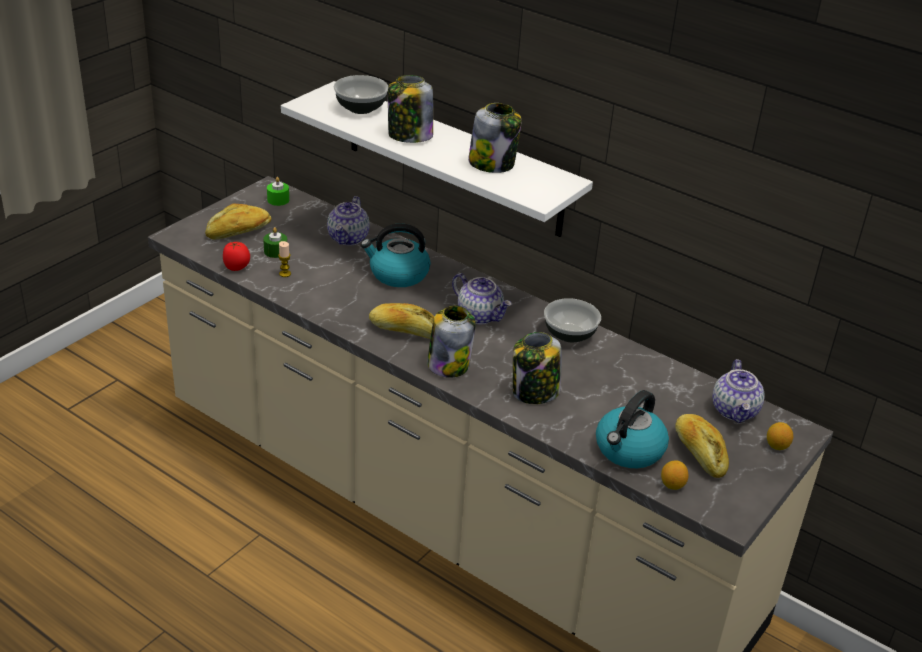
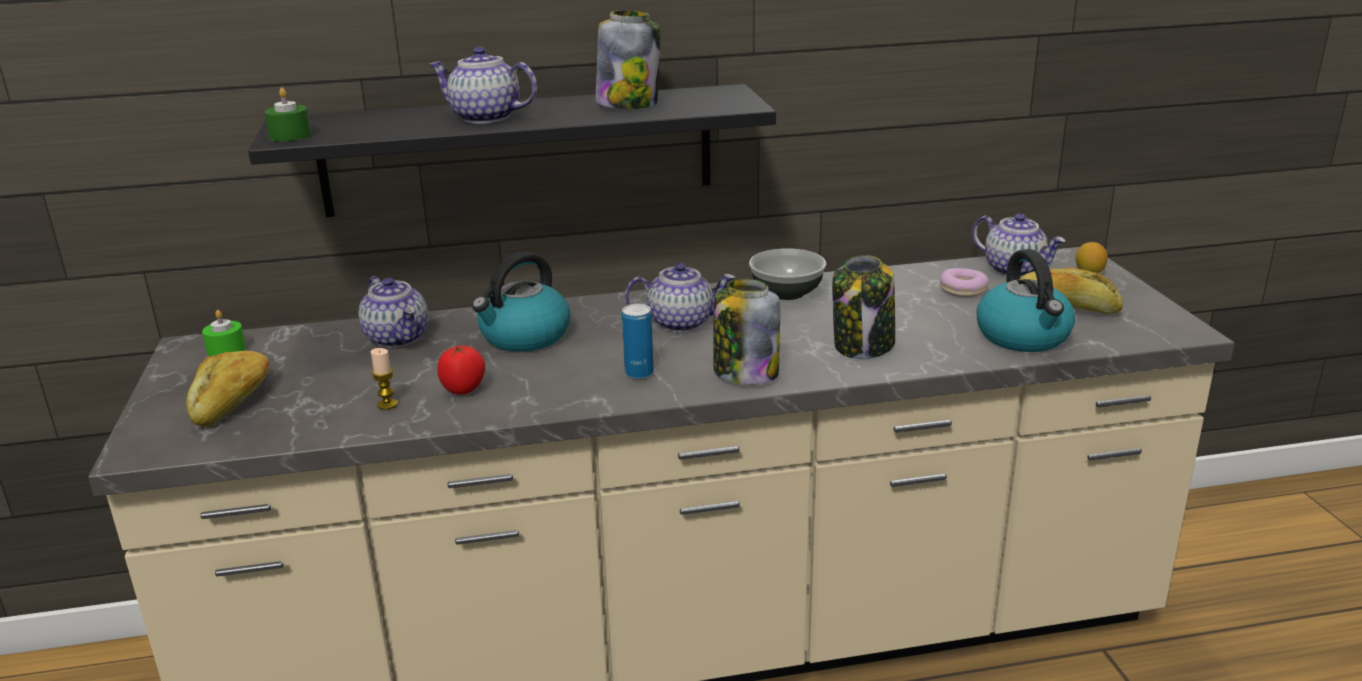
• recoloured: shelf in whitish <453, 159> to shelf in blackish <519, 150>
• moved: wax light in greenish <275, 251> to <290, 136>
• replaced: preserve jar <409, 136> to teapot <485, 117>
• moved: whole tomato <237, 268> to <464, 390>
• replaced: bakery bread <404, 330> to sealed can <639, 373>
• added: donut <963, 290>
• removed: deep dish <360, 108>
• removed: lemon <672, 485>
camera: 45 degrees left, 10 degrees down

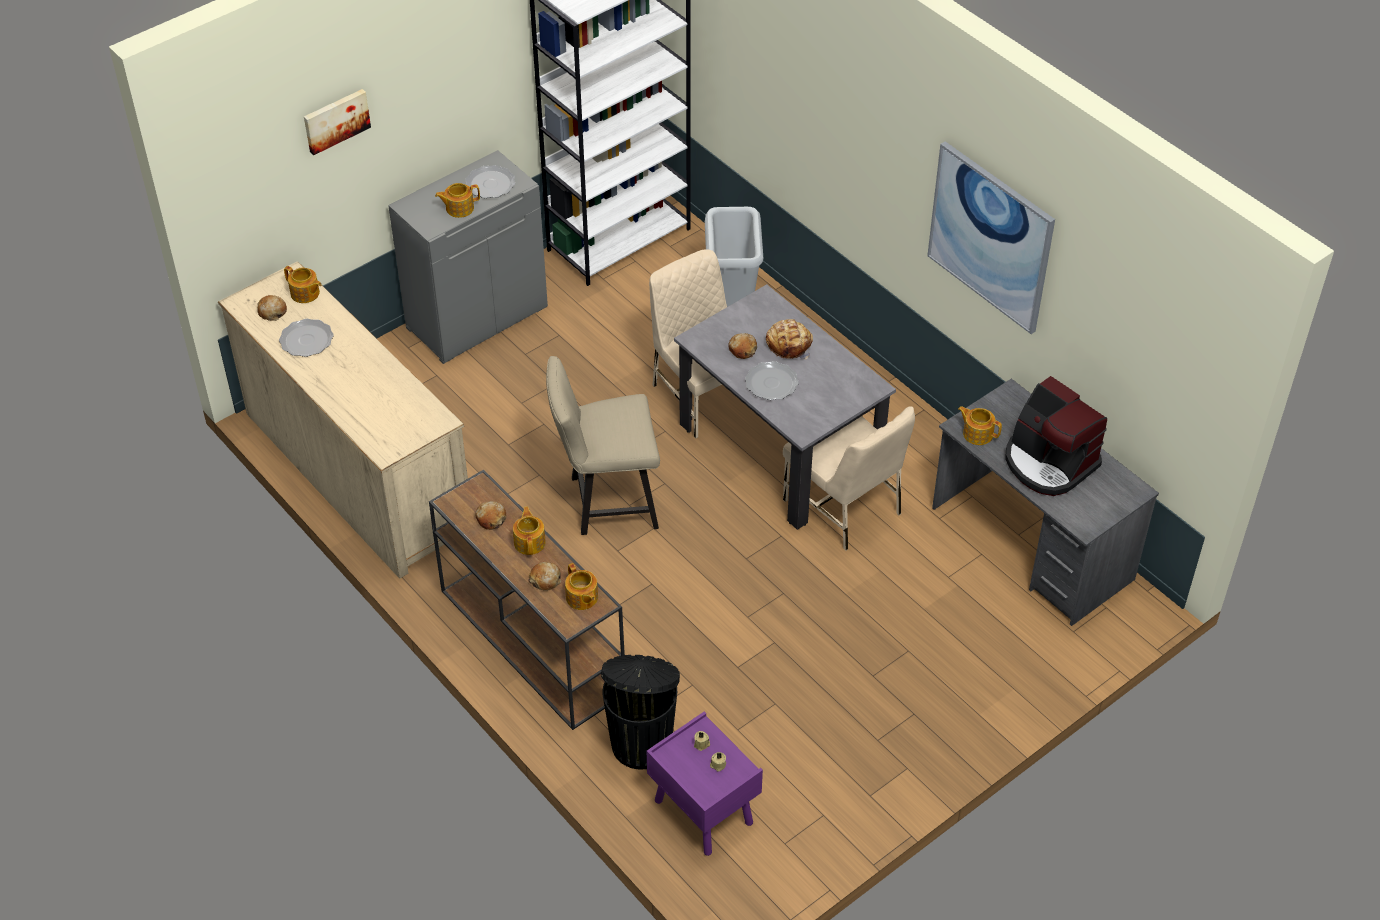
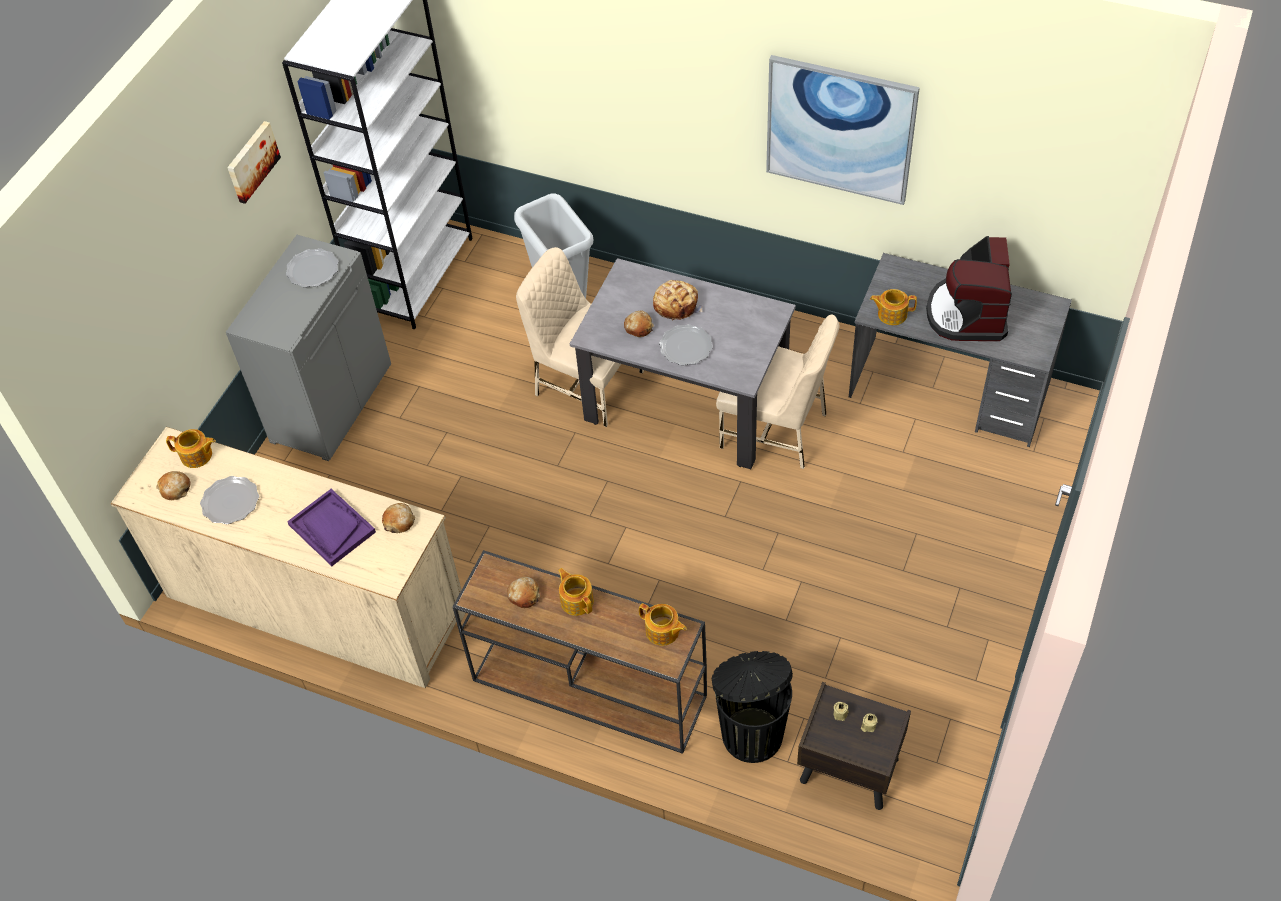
• moved: picture <336, 120> to <251, 161>
• added: serving tray in purple-coloured <331, 528>
• moved: bakery bread <545, 579> to <399, 521>
• recoloured: night table in purple-coloured <702, 811> to night table in brownish <847, 770>
• turned: coffee maker <1049, 462> = <967, 313> 75 degrees clockwise
• removed: teapot <459, 208>
• removed: plain chair in sand-coloured <606, 502>
camera: 25 degrees left, 5 degrees up

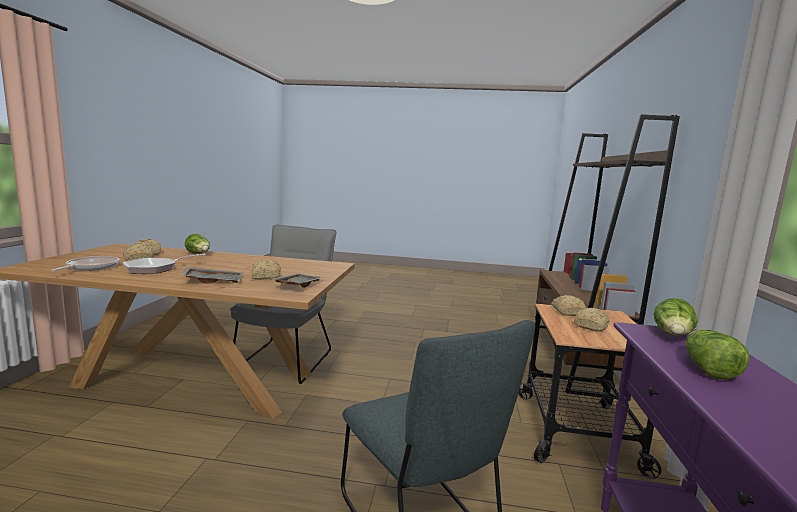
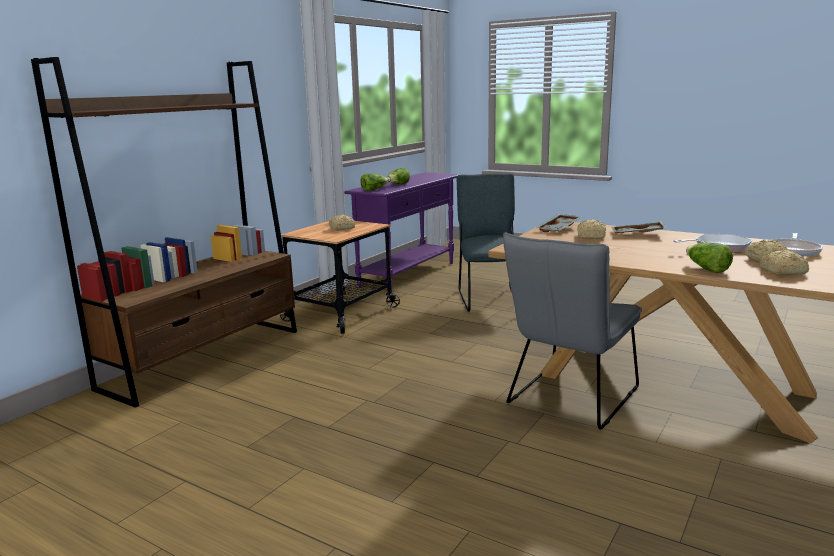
• removed: bakery bread <568, 312>
camera: 155 degrees left, 5 degrees up

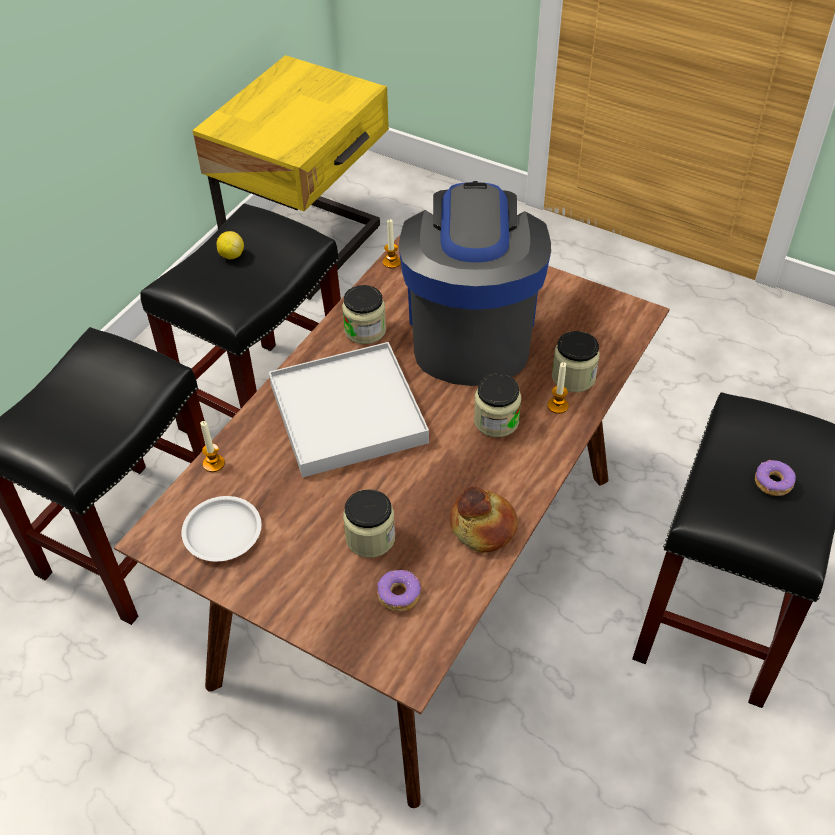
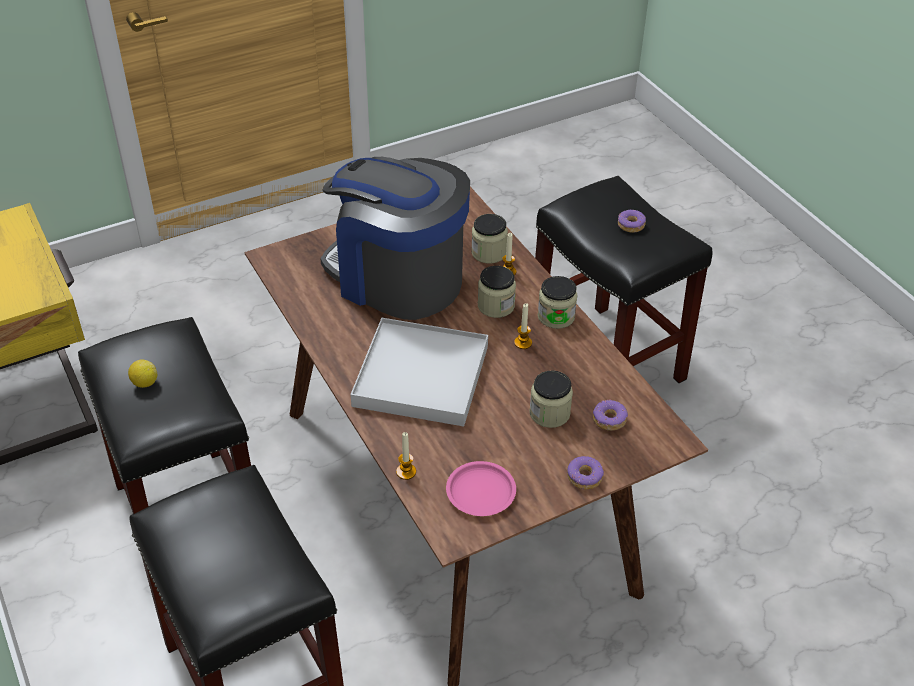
• recoloured: plate in whitish <223, 532> to plate in pink <481, 492>
• moved: wax light <391, 262> to <523, 343>
• moved: preserve jar <365, 330> to <556, 316>
• added: donut <585, 477>
• removed: bakery bread <483, 526>
camera: 60 degrees left, 5 degrees down

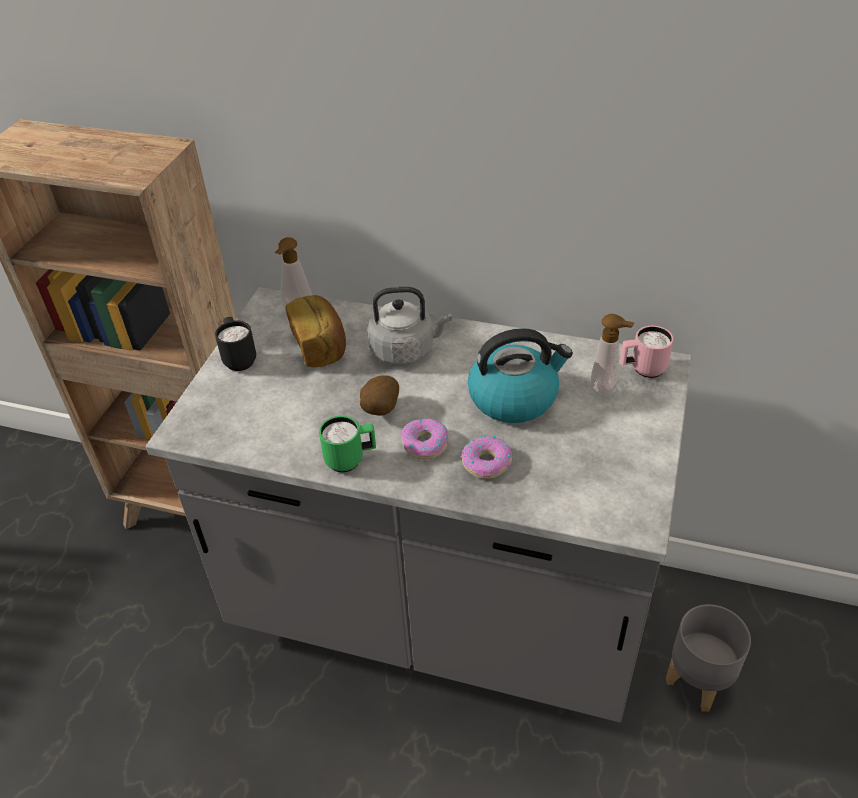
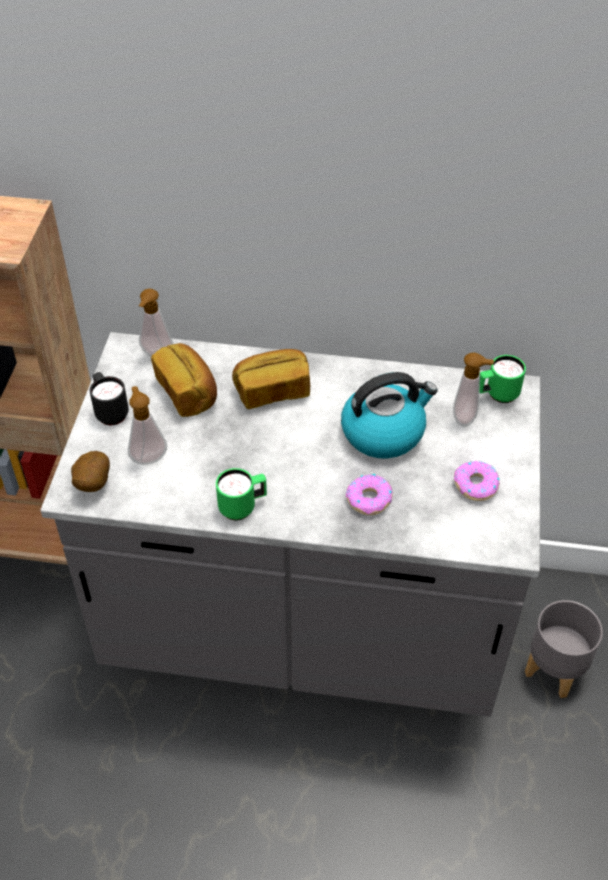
• moved: spud <379, 410> to <92, 485>
• added: soap dispenser <148, 456>
• replaced: kettle in greyish <406, 350> to bakery bread <272, 391>
• moved: donut <425, 444> to <475, 485>
• recoloured: mug in pink <642, 369> to mug in greenish <497, 395>
camera: 10 degrees left, 5 degrees up

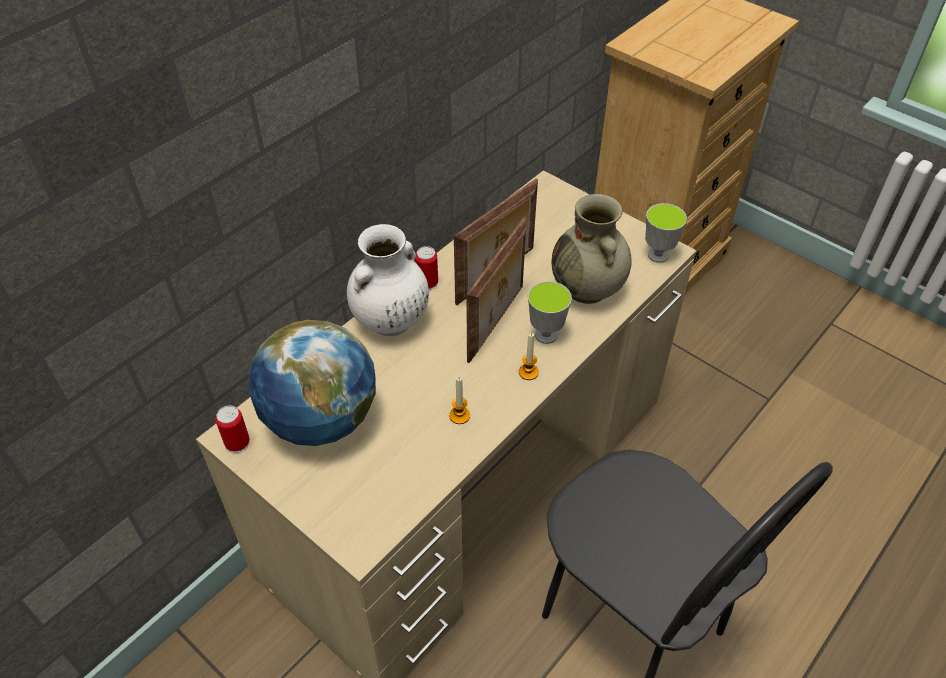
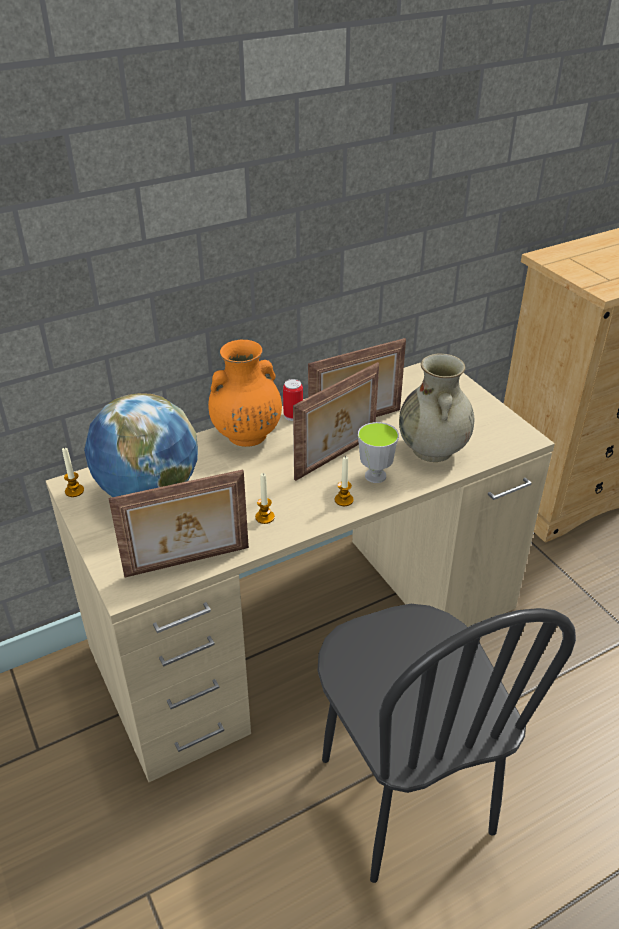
• replaced: sealed can <237, 443> to wax light <74, 491>
• added: photo frame <188, 563>
• recoloured: decorative vase in whitish <390, 321> to decorative vase in orangey <246, 435>
• removed: small cup <658, 255>
camera: 20 degrees right, 10 degrees down

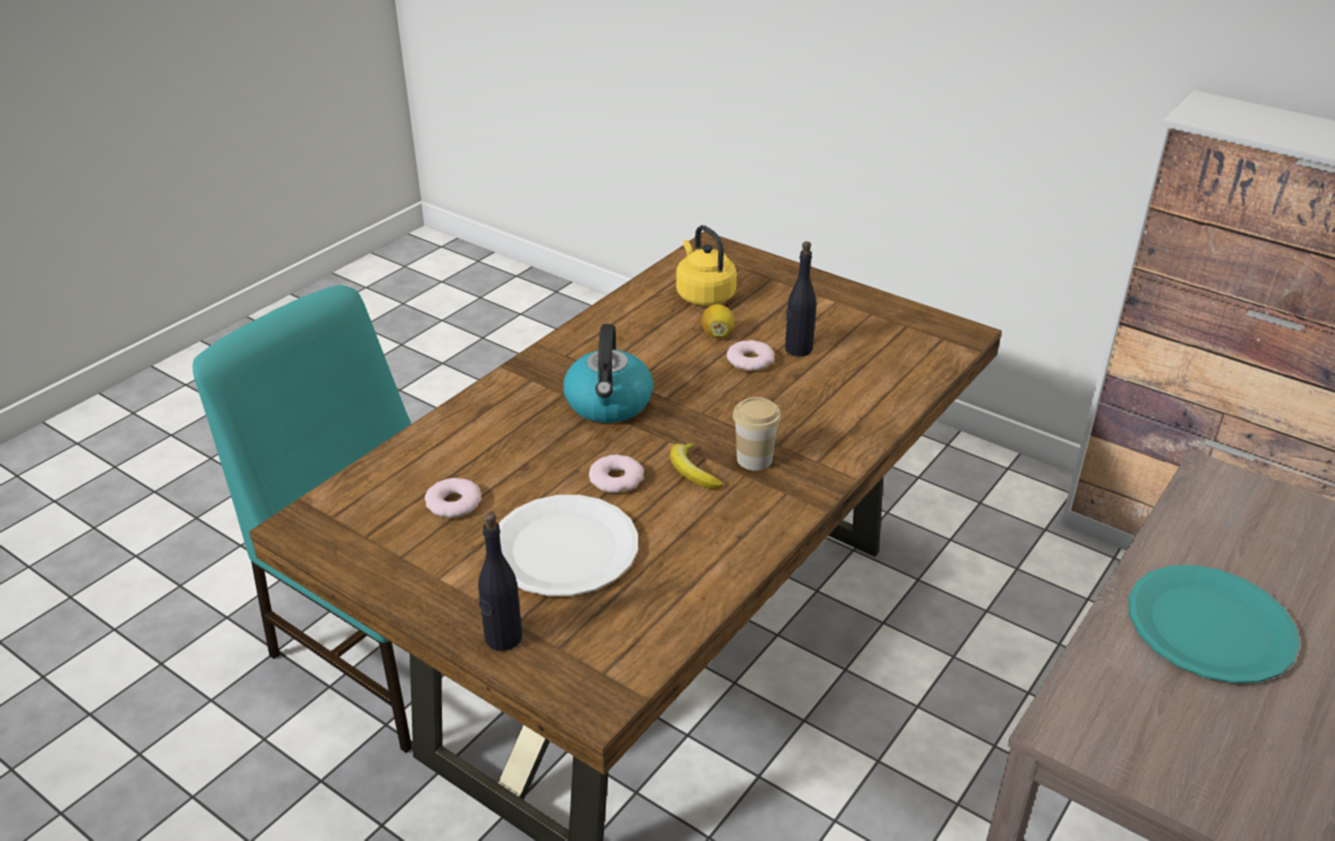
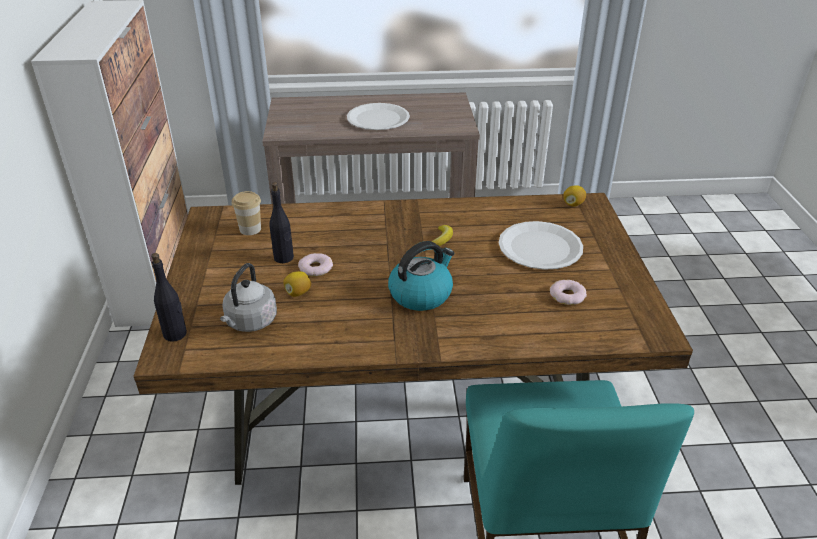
• moved: beverage bottle in blackish <503, 638> to <175, 334>
• recoloured: kettle in yellow <703, 295> to kettle in greyish <250, 322>
• moved: small cup <754, 459> to <250, 229>
• recoloured: plate in blue-green <1209, 626> to plate in whitish <378, 119>
• added: lemon <573, 204>
• removed: donut <616, 479>
camera: 130 degrees left, 0 degrees up

